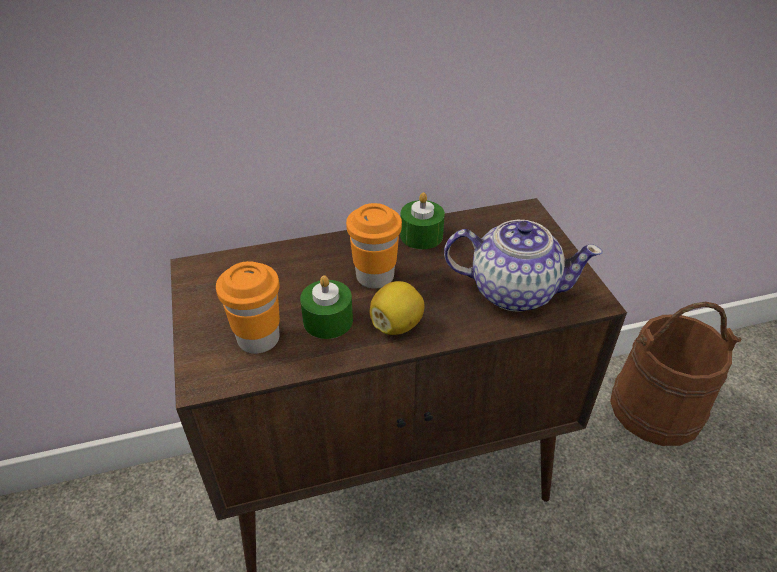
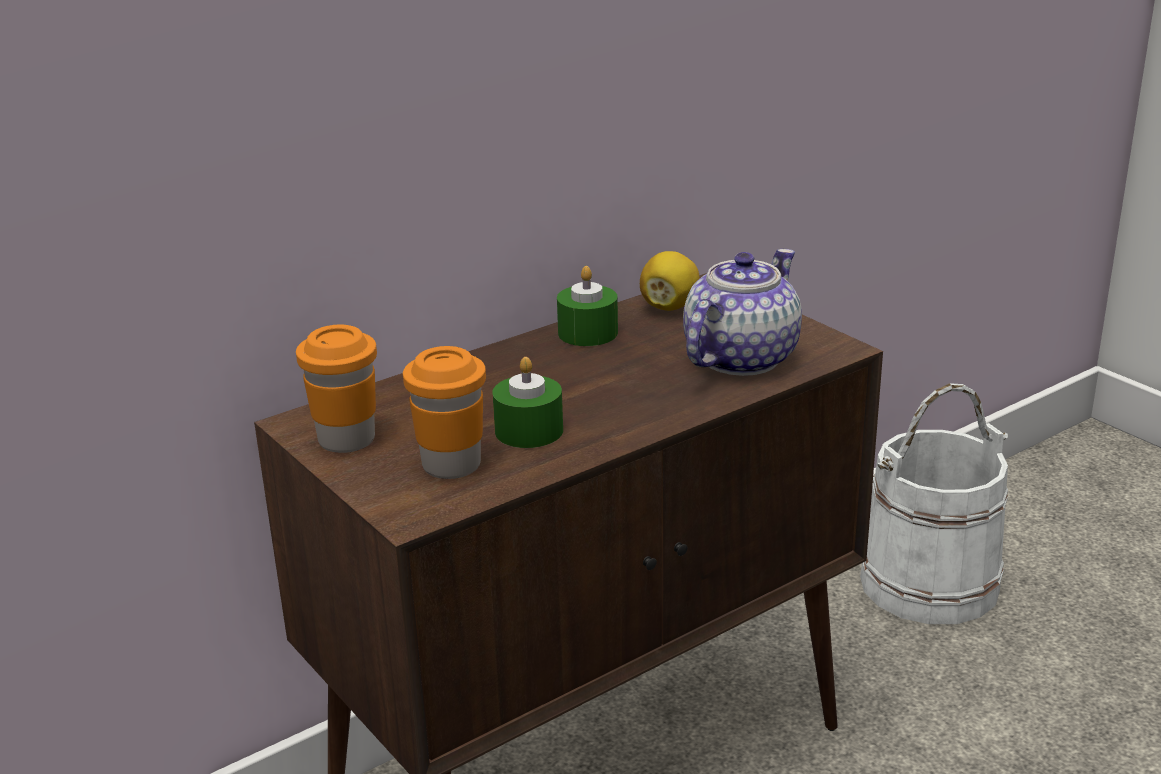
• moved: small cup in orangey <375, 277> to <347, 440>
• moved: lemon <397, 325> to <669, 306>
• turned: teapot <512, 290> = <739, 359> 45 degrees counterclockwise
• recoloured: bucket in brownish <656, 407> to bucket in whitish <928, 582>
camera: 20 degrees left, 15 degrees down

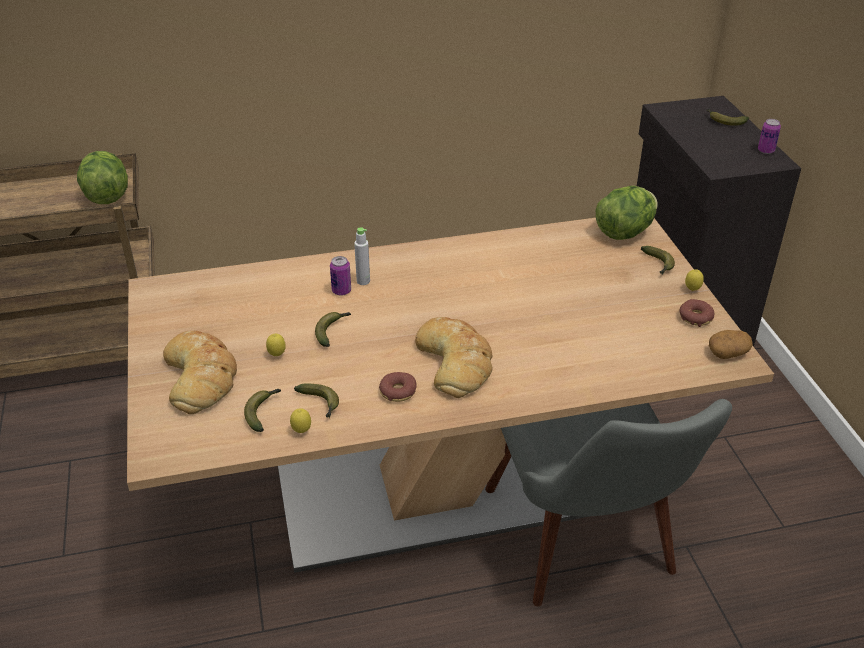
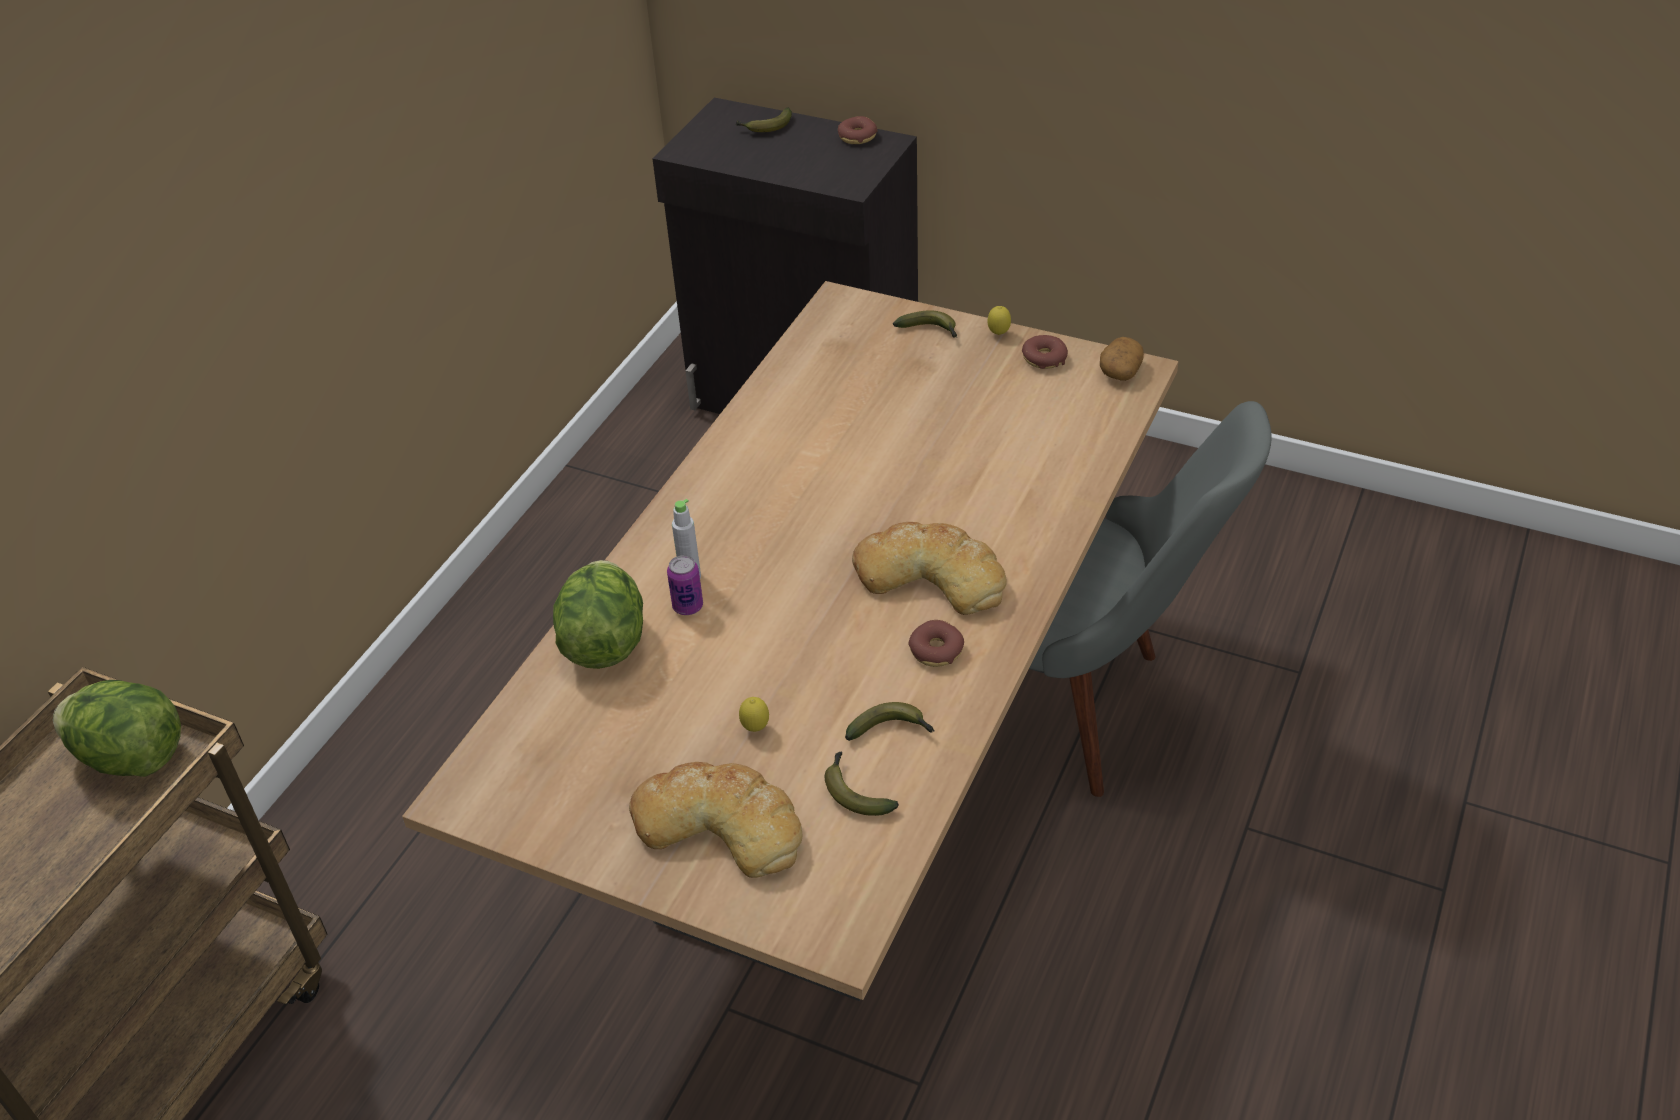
• moved: lettuce <624, 232> to <604, 642>
• replaced: sealed can <766, 150> to donut <857, 137>
• removed: lemon <301, 431>
• removed: whole banana <332, 331>
camera: 50 degrees left, 5 degrees up

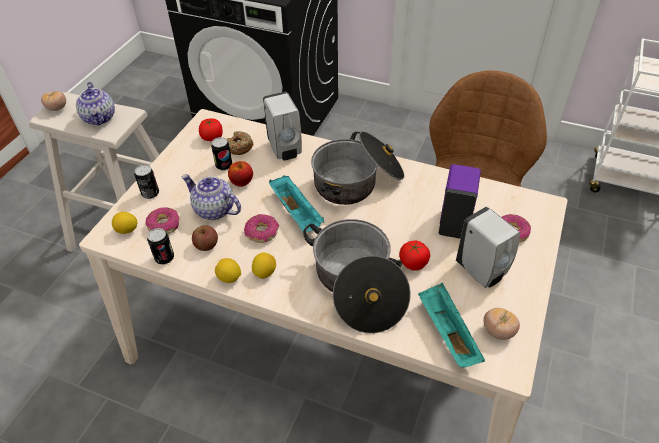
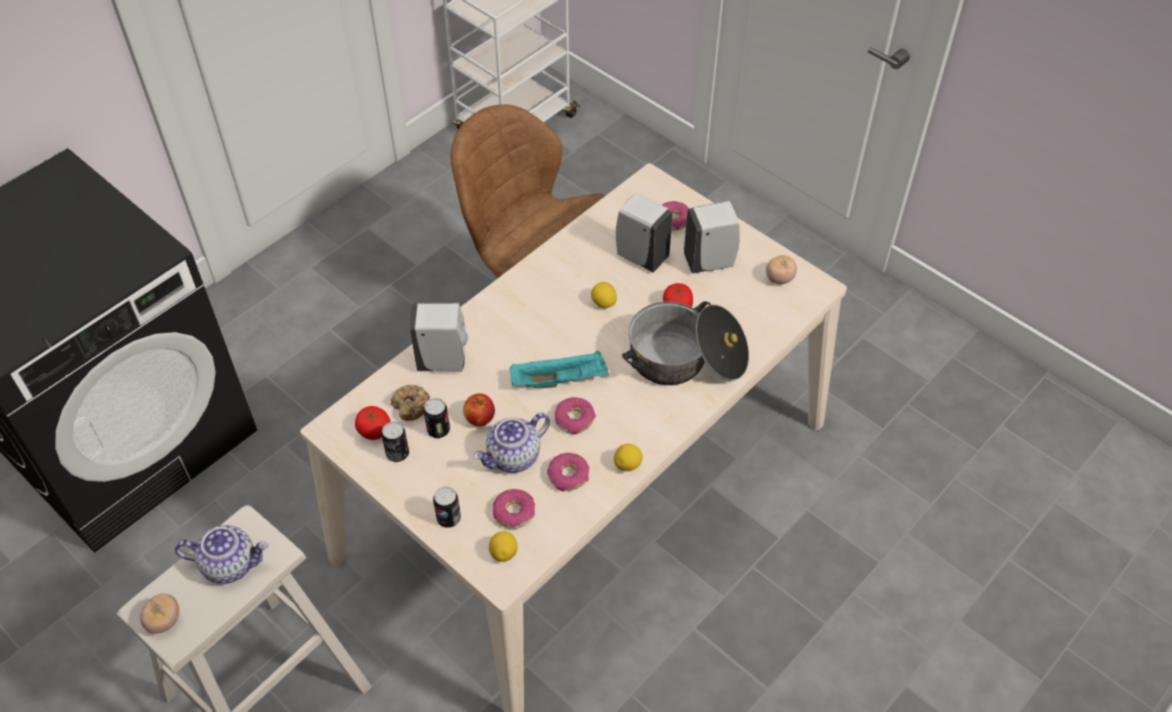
• moved: sealed can <164, 258> to <397, 453>
• replaced: apple fruit <206, 245> to donut <568, 476>
• moved: lemon <264, 272> to <603, 303>
• recoloured: soap dispenser in purple-coloured <454, 223> to soap dispenser in whitish <640, 256>
• removed: saucepot <358, 181>
• removed: serving tray in blue-green <446, 332>
camera: 70 degrees left, 5 degrees up

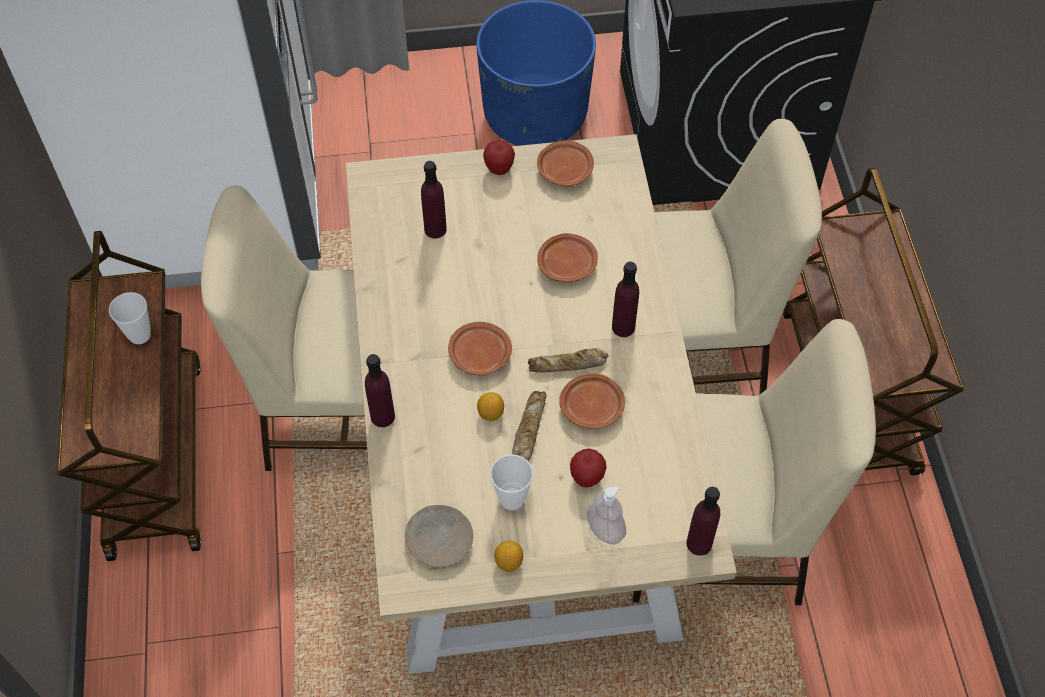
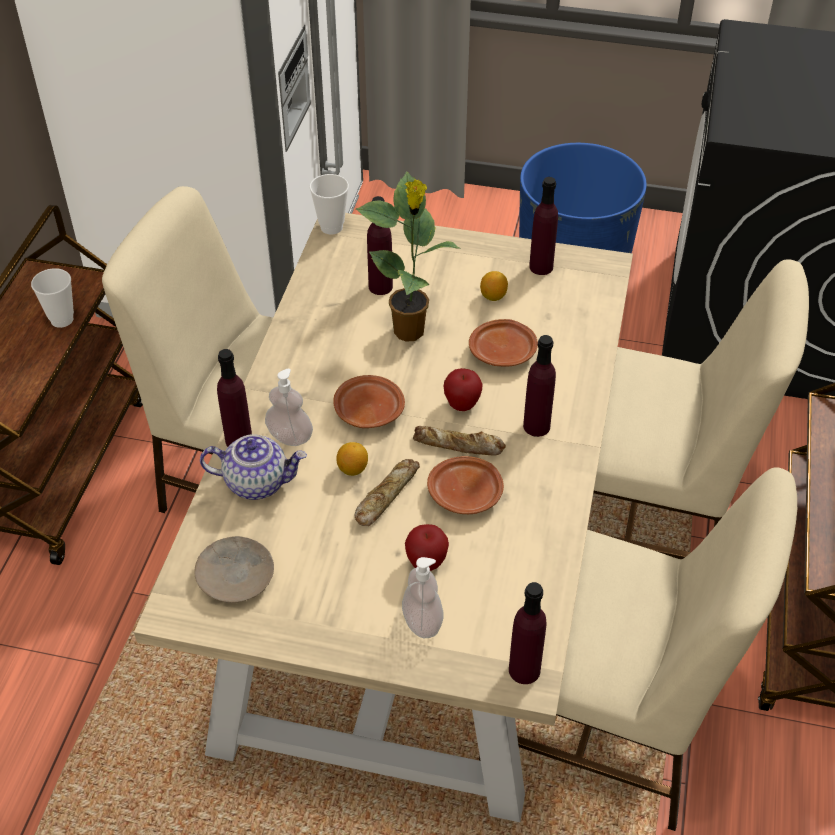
• added: teapot <257, 482>
• added: soap dispenser <290, 437>
• moved: small cup <512, 499> to <331, 227>
• added: plant in a pot <410, 332>
• moved: apple fruit <499, 169> to <462, 405>
• moved: lemon <508, 562> to <493, 296>
• replaced: plate in brownish <565, 170> to beverage bottle in purple-coloured <541, 267>
camera: 20 degrees right, 10 degrees down

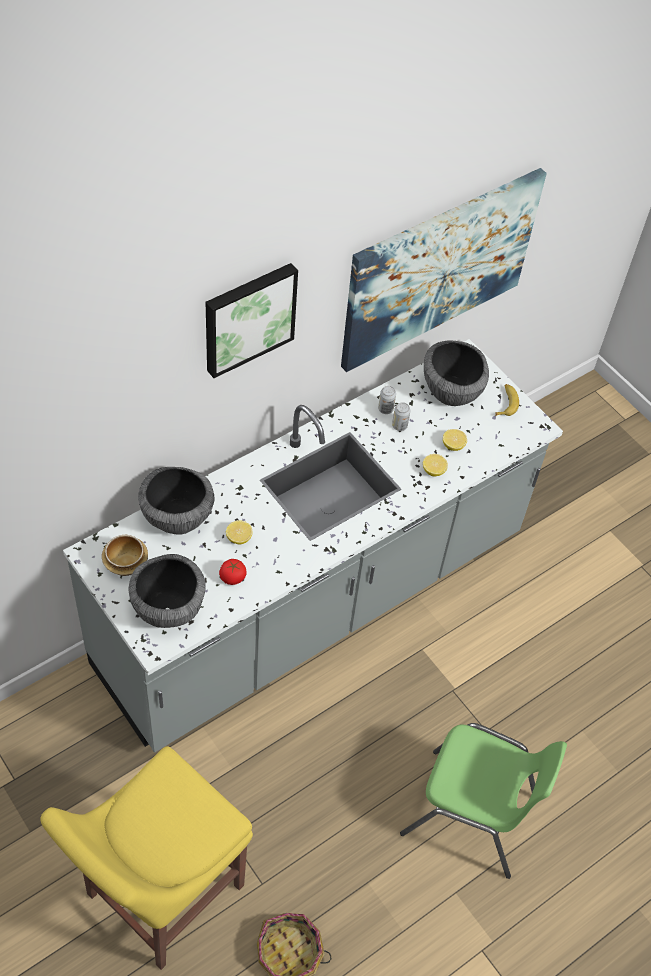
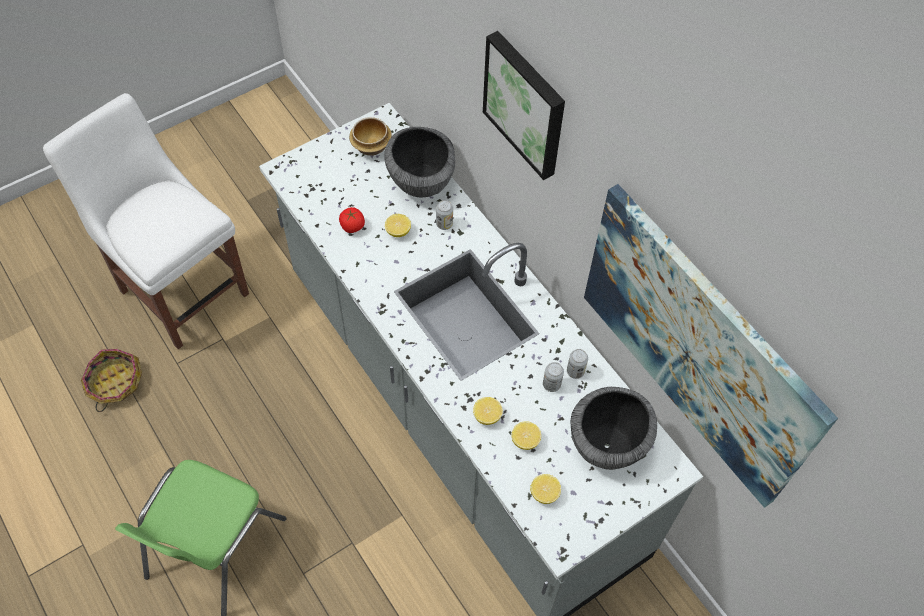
• recoloured: plain chair in yellow <159, 894> to plain chair in whitish <181, 288>
• added: sealed can <444, 224>
• added: lemon <544, 493>
• removed: deep dish <168, 610>
• removed: whole banana <506, 403>
camera: 95 degrees right, 5 degrees up

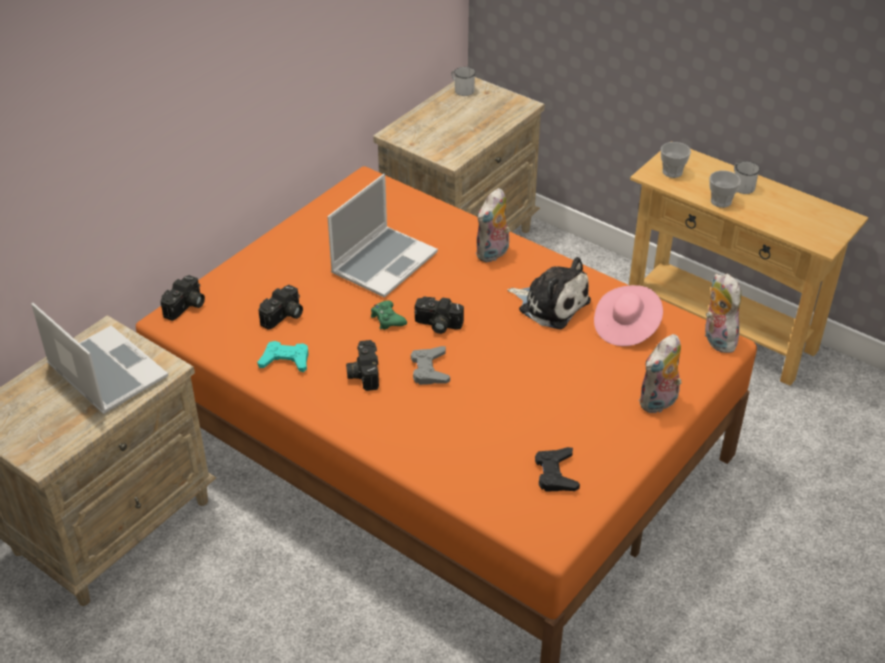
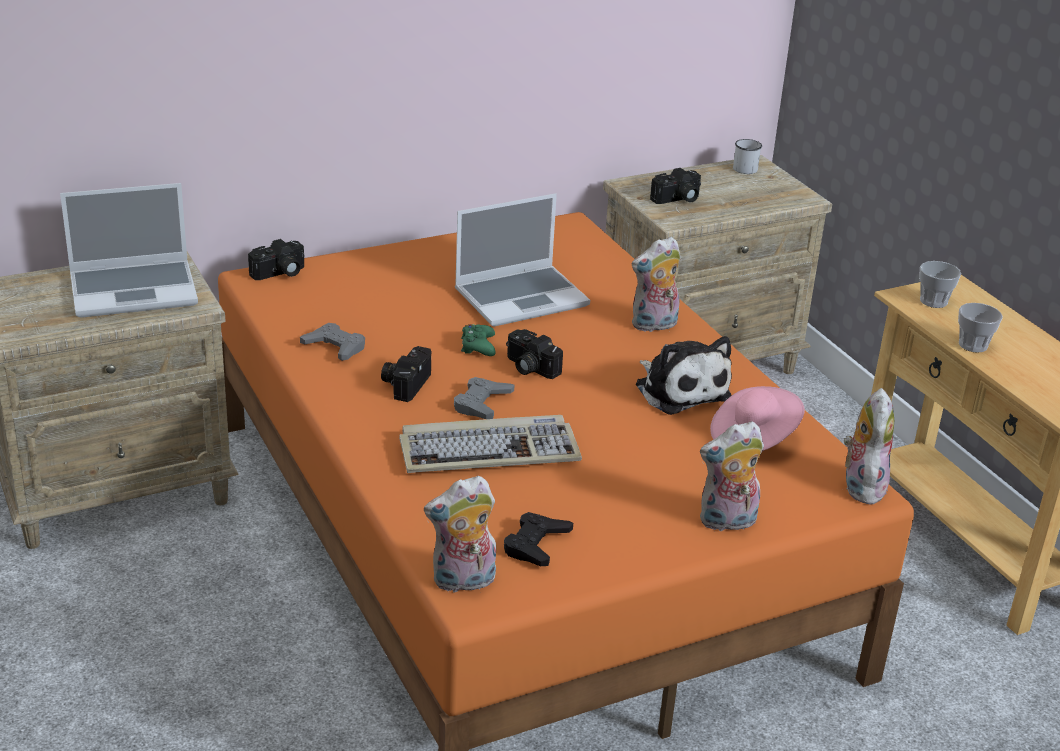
• turned: portable computer <105, 372> = <135, 290> 90 degrees clockwise
• recoloured: game controller in blue-green <285, 361> to game controller in greyish <335, 347>
• added: computer keyboard <489, 450>
• added: plush toy <463, 582>
• moved: still camera <284, 317> to <677, 199>
• removed: mug in whitish <741, 186>
camera: 25 degrees right, 10 degrees down

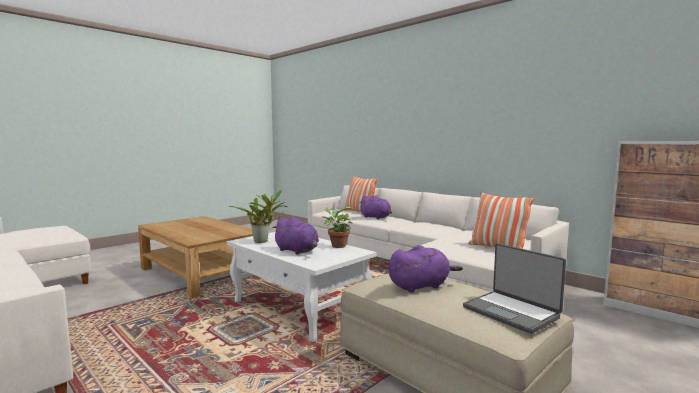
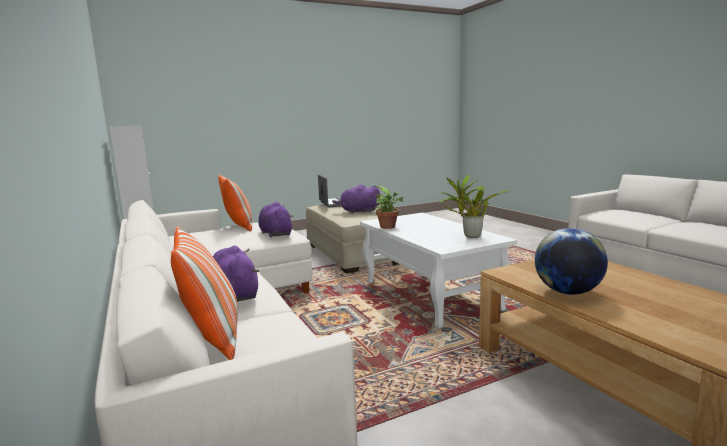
• moved: plush toy in purple-coloured <297, 251> to <275, 234>
• added: world globe <567, 292>
camera: 160 degrees left, 5 degrees up

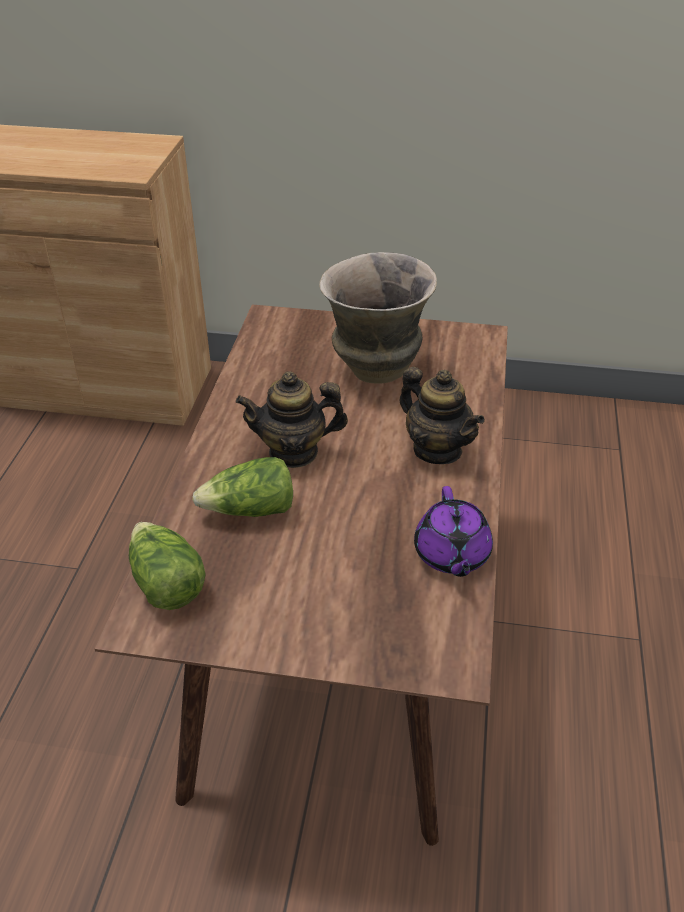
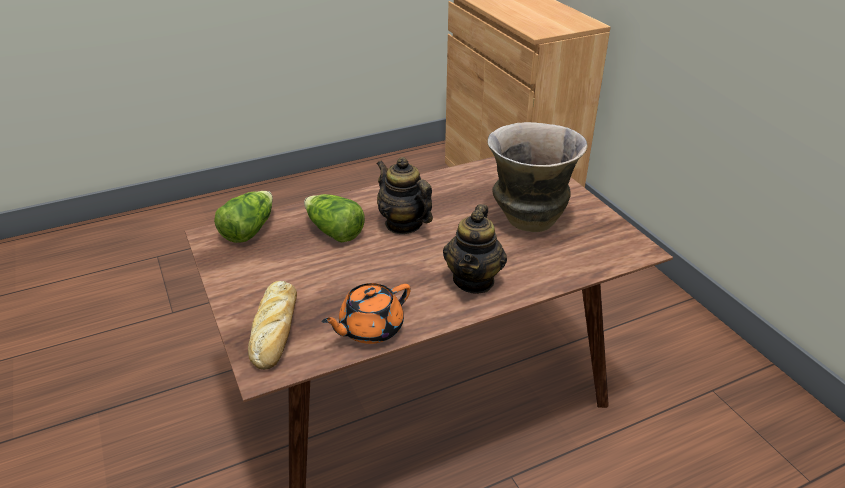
• added: bakery bread <275, 331>
• recoloured: teapot in purple-coloured <451, 555> to teapot in orangey <370, 328>
camera: 55 degrees right, 5 degrees down

